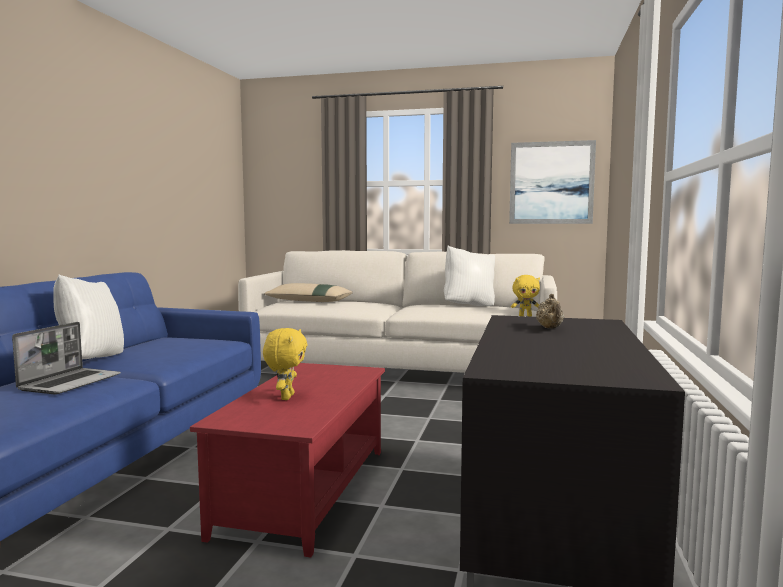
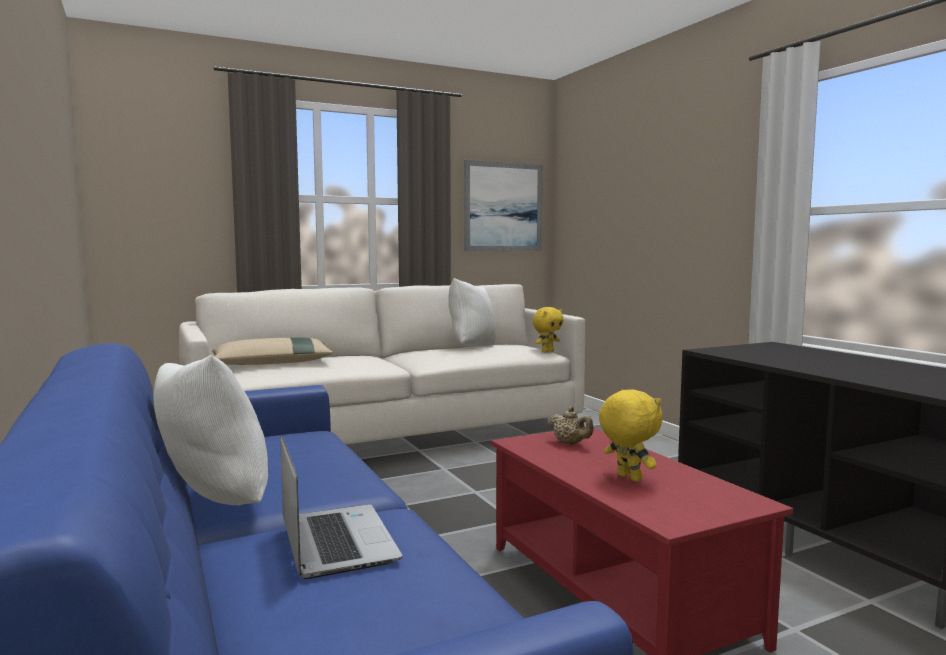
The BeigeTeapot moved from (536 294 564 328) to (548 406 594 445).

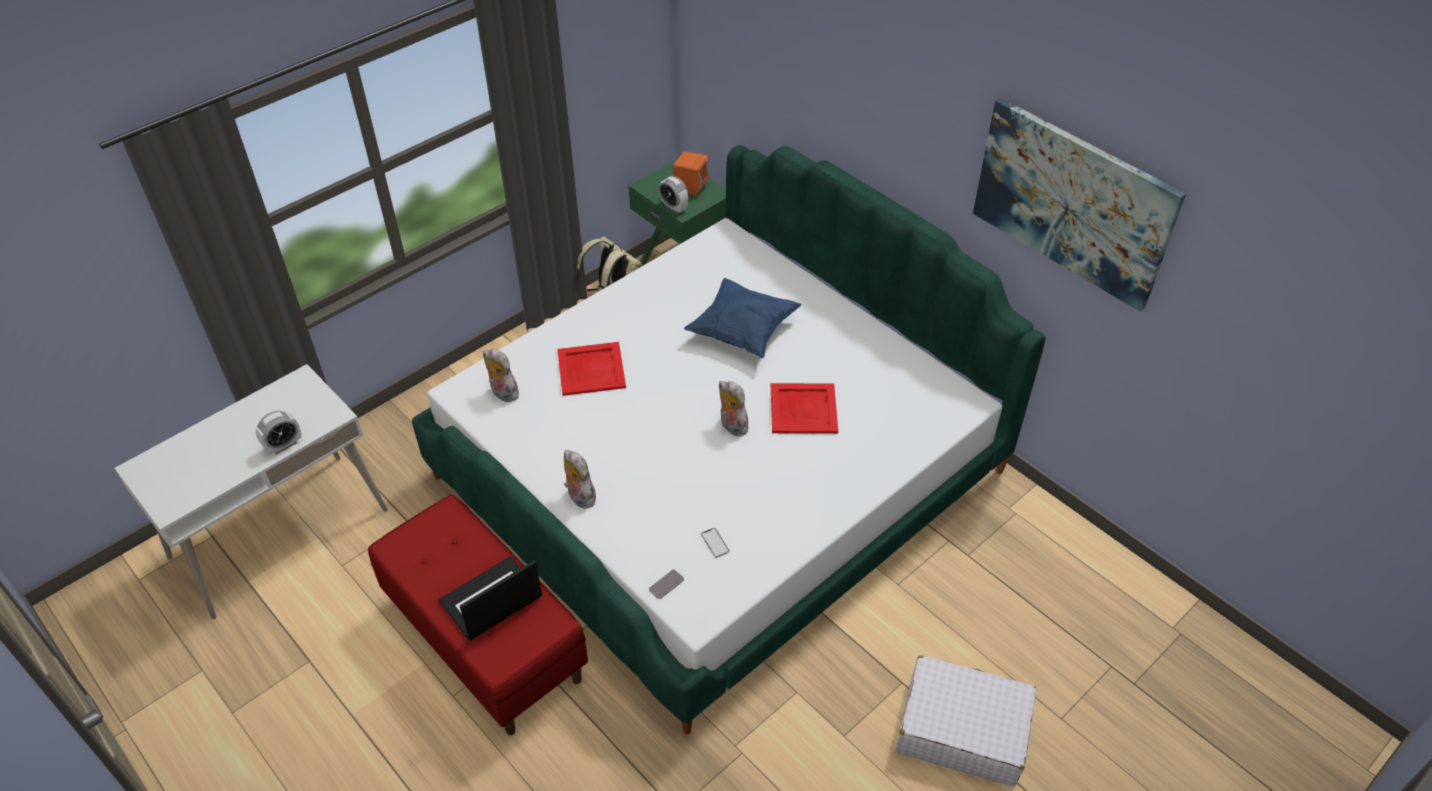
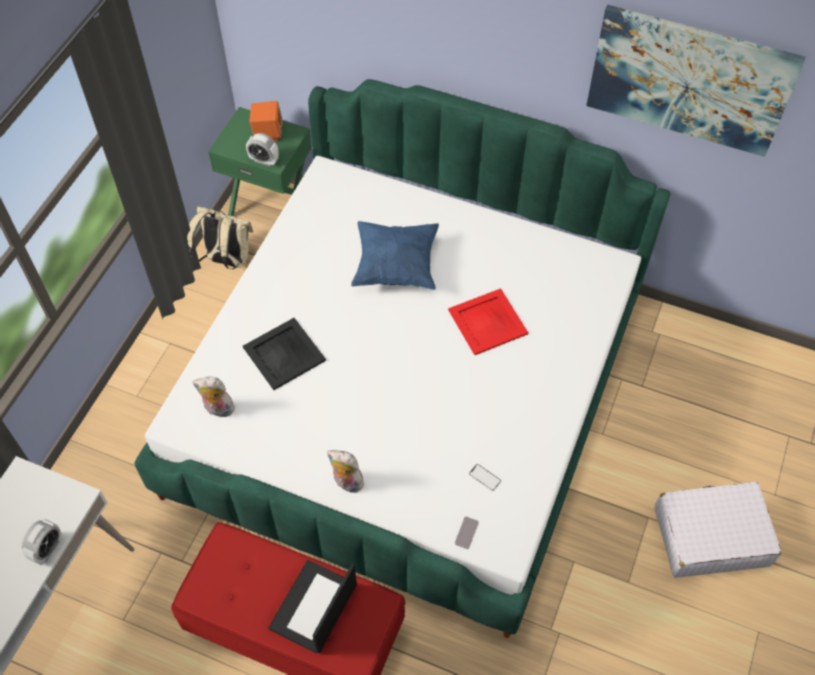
The PlushToy at (719 381 752 436) disappeared.
The RedTray at (557 342 626 396) became the BlackTray at (243 318 326 390).

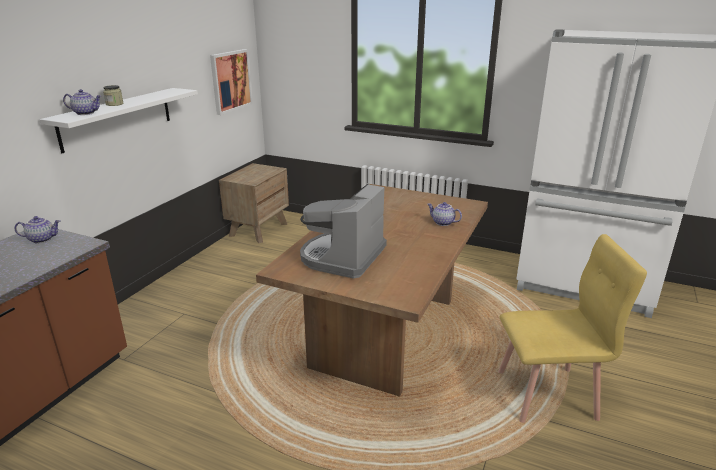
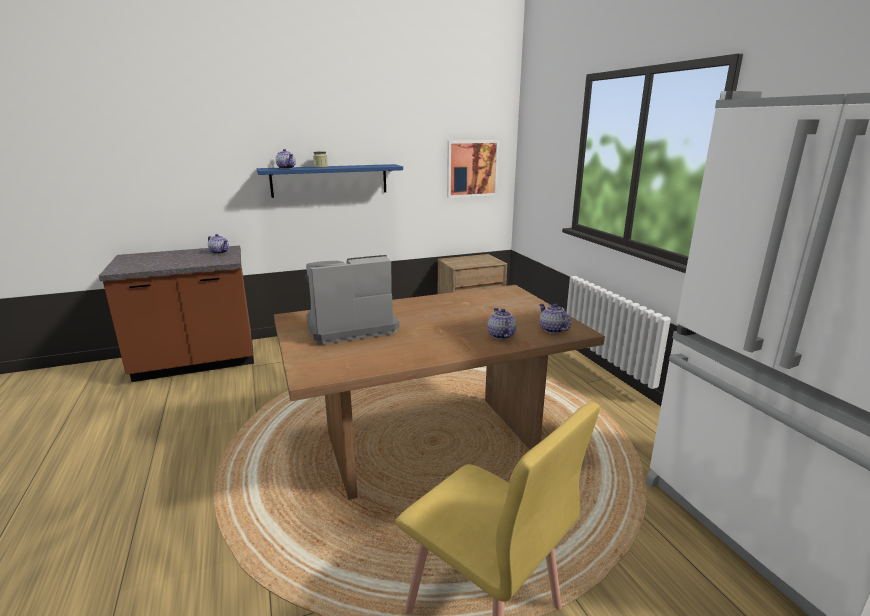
The Teapot at (539 304 571 334) appeared.
The WhiteShelf at (39 88 198 153) became the BlueShelf at (257 164 403 198).

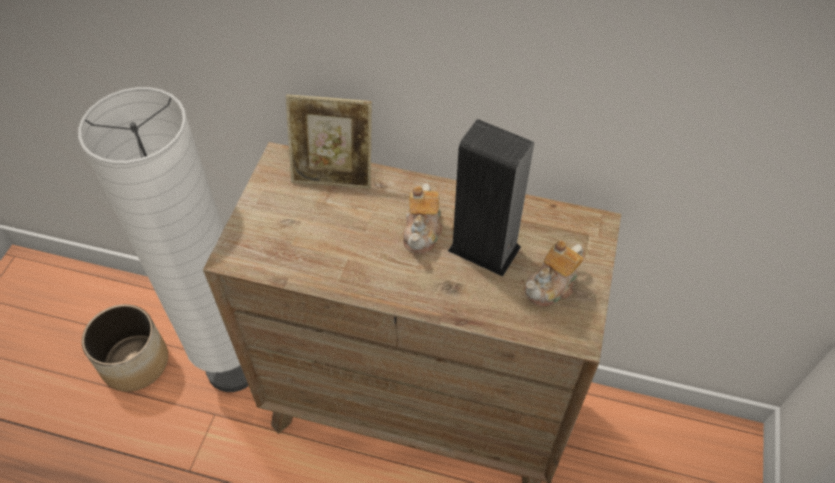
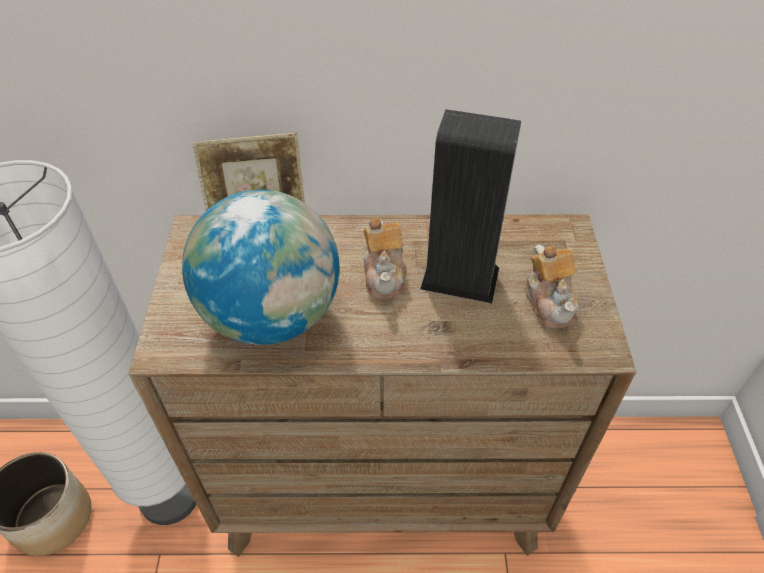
The Globe at (182 190 339 345) appeared.
The Teapot at (524 240 583 307) turned 45 degrees counterclockwise.

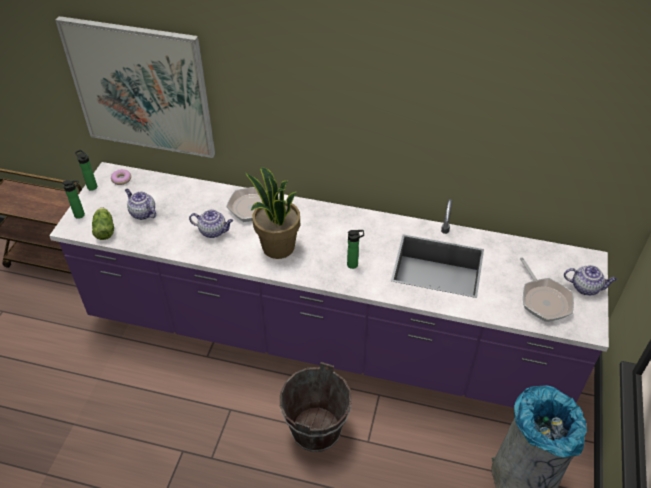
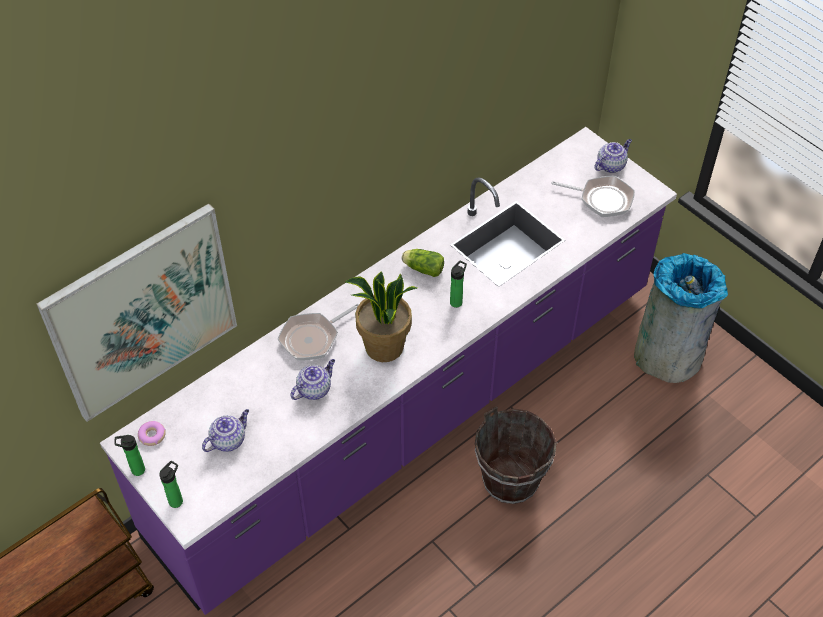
The Lettuce moved from (92 208 114 240) to (401 249 444 277).
The Teapot at (125 189 156 220) turned 150 degrees clockwise.

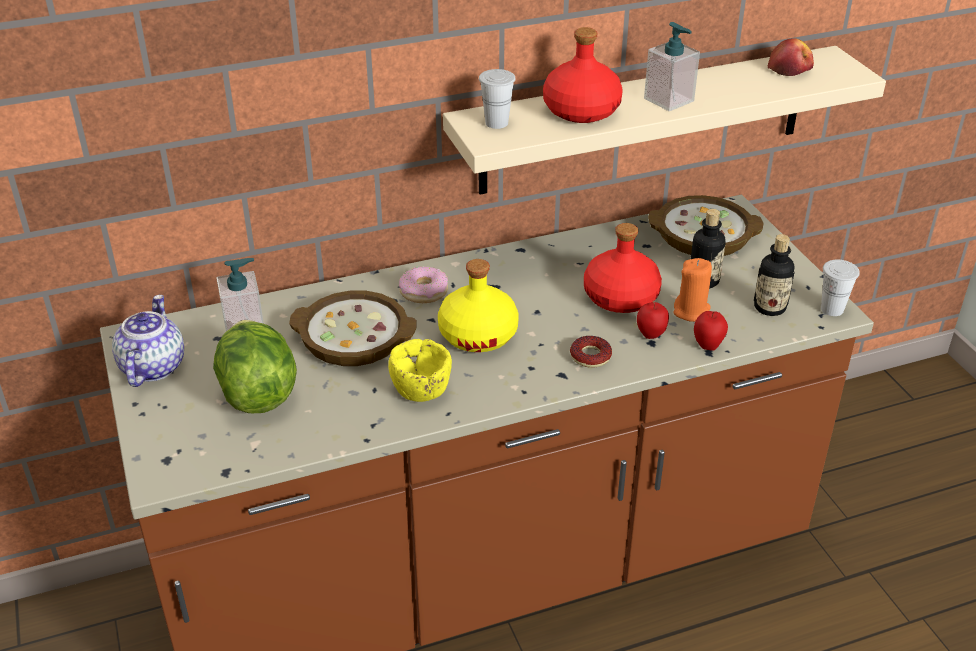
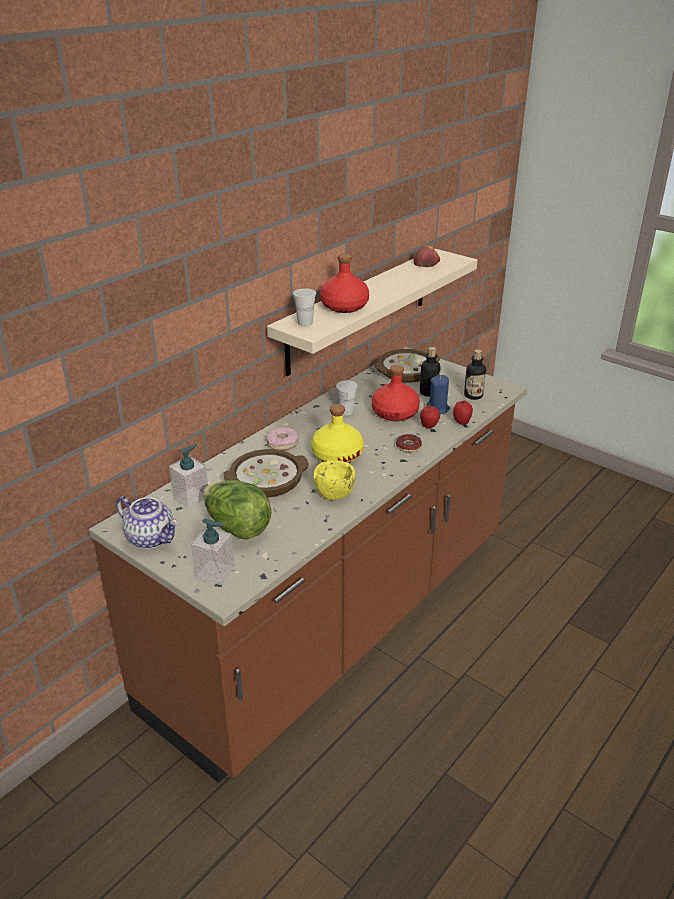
The SoapDispenser moved from (644 22 700 111) to (191 518 235 585).
The WhiteCup moved from (821 259 860 316) to (336 380 358 415).
The OrangeCandle at (673 258 712 322) became the BlueCandle at (426 375 450 414).
The Teapot at (112 295 184 387) turned 150 degrees clockwise.

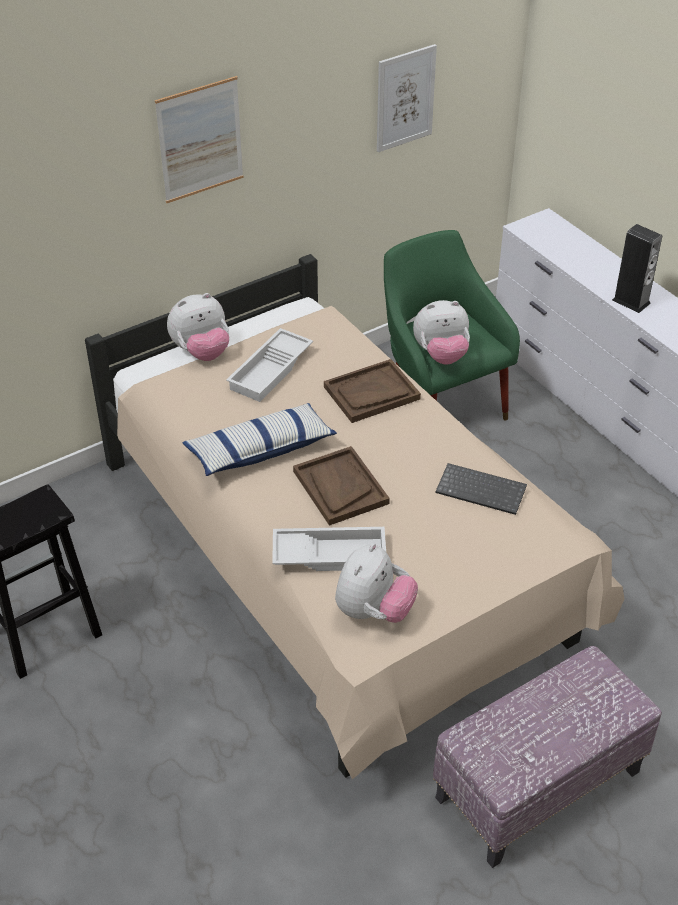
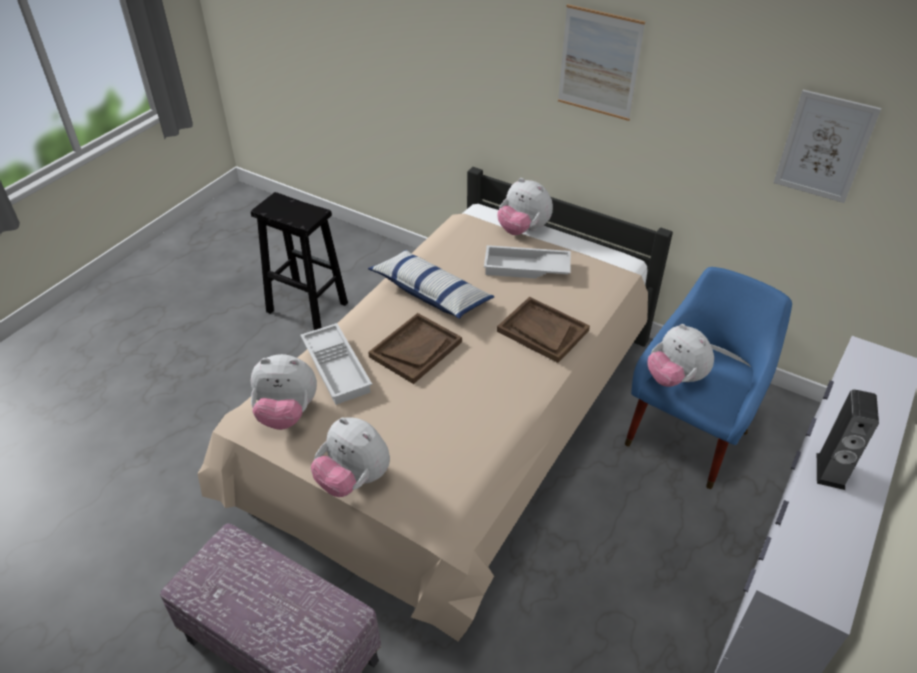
The Keyboard at (436 463 527 515) disappeared.
The PlushToy at (311 417 390 497) appeared.
The GreenArmchair at (384 230 520 420) became the BlueArmchair at (625 267 792 489).

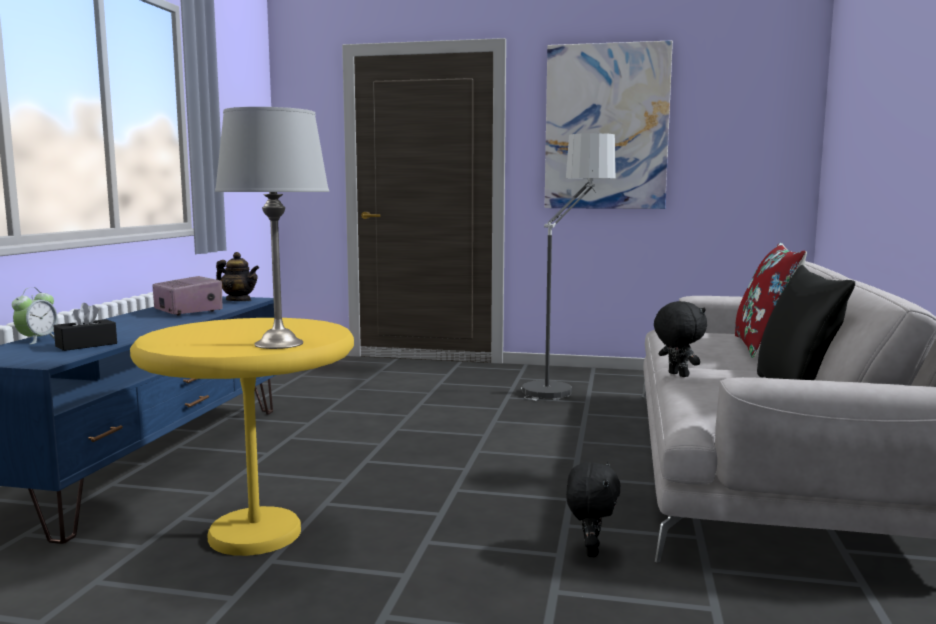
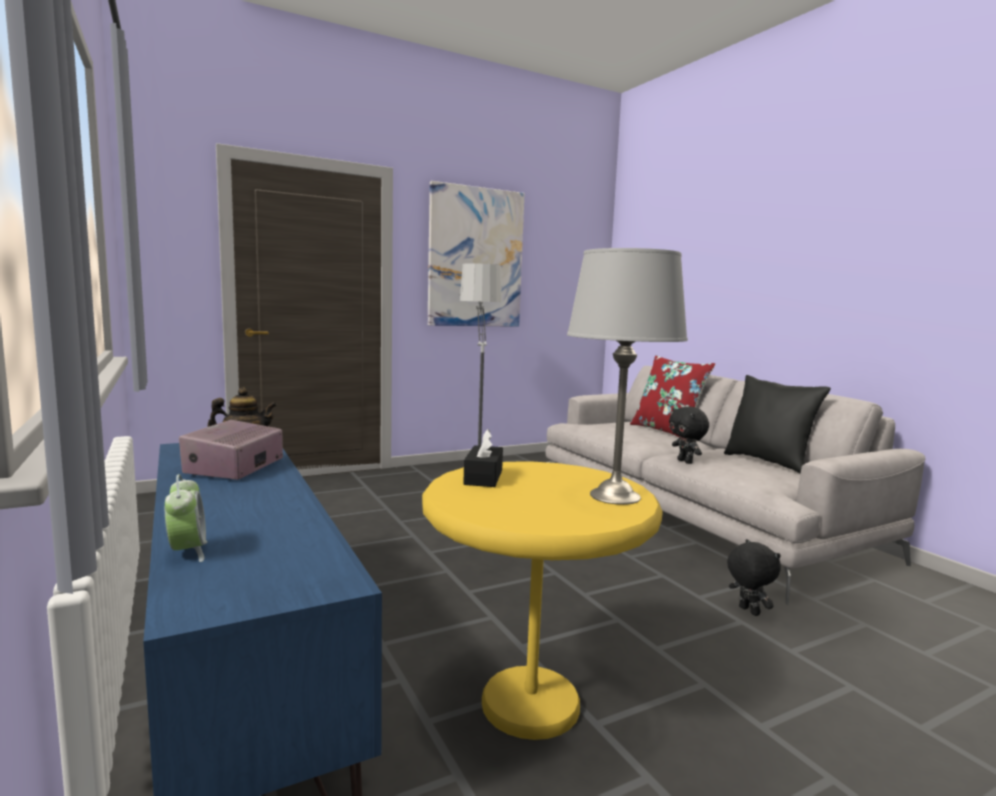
The BlackTissueBox moved from (54 303 117 351) to (463 429 503 487).
The Radio at (152 276 222 316) turned 90 degrees counterclockwise.
The BlackPlushToy at (654 301 707 377) turned 135 degrees counterclockwise.

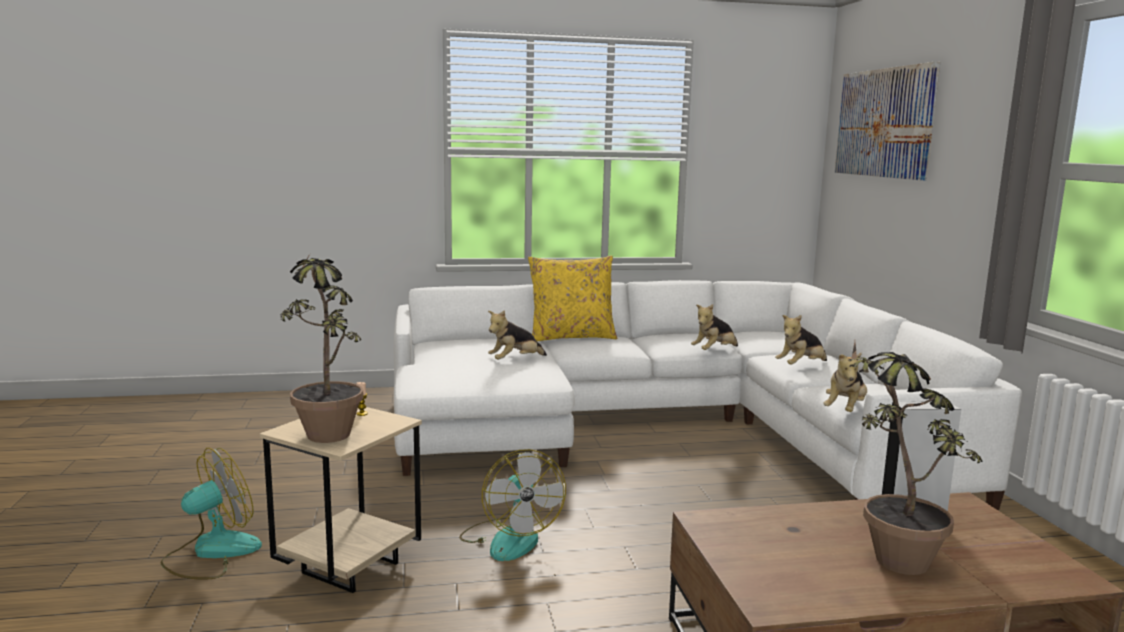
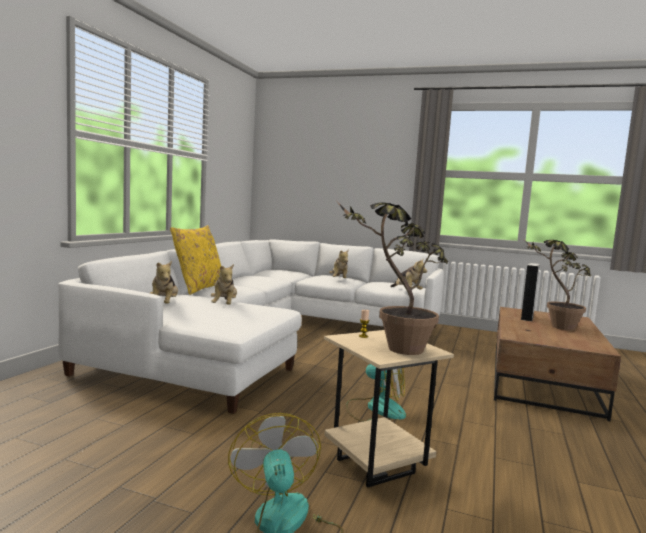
The Picture at (835 61 940 181) disappeared.
The PlushToy moved from (691 304 738 350) to (150 261 178 304).

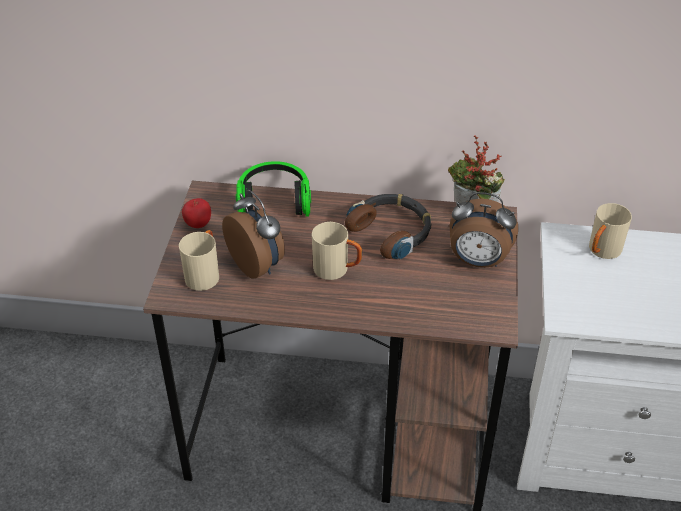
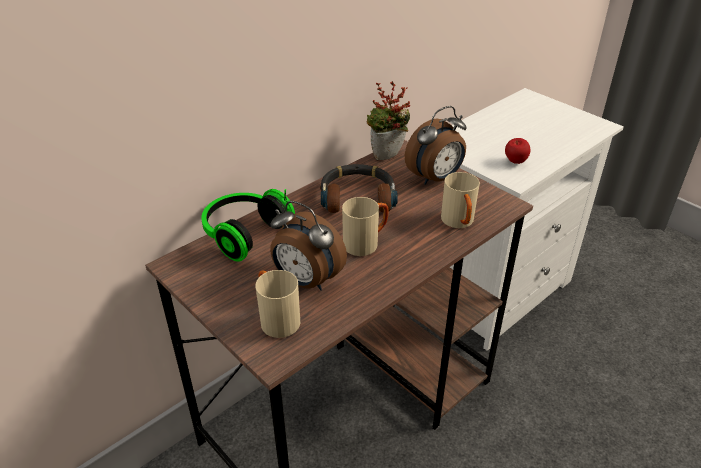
The Apple moved from (182 198 211 228) to (505 138 530 164).
The BeigeMug moved from (589 203 632 259) to (441 172 480 228).
The AlarmClock at (222 190 285 279) turned 150 degrees counterclockwise.

